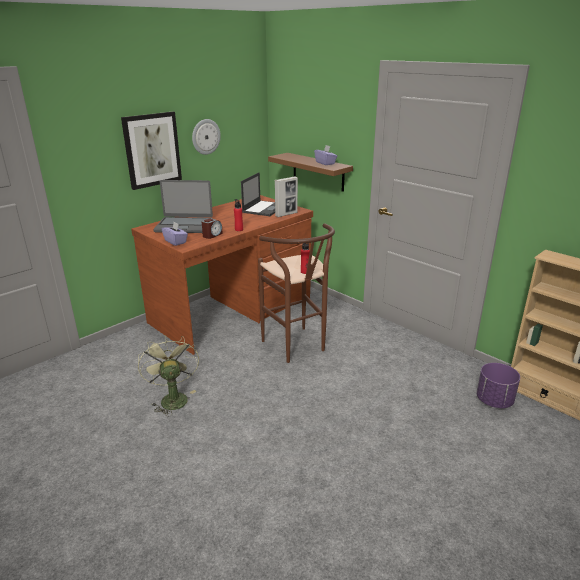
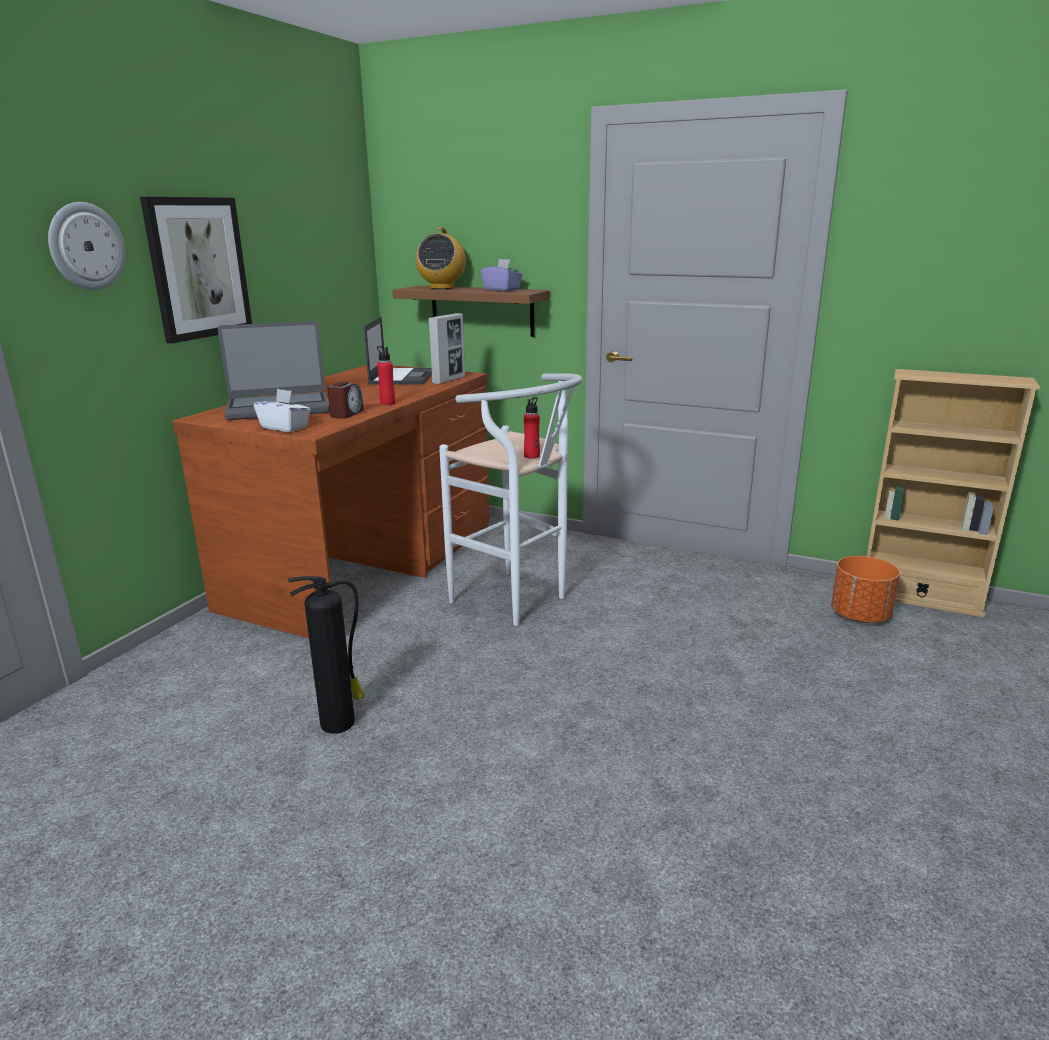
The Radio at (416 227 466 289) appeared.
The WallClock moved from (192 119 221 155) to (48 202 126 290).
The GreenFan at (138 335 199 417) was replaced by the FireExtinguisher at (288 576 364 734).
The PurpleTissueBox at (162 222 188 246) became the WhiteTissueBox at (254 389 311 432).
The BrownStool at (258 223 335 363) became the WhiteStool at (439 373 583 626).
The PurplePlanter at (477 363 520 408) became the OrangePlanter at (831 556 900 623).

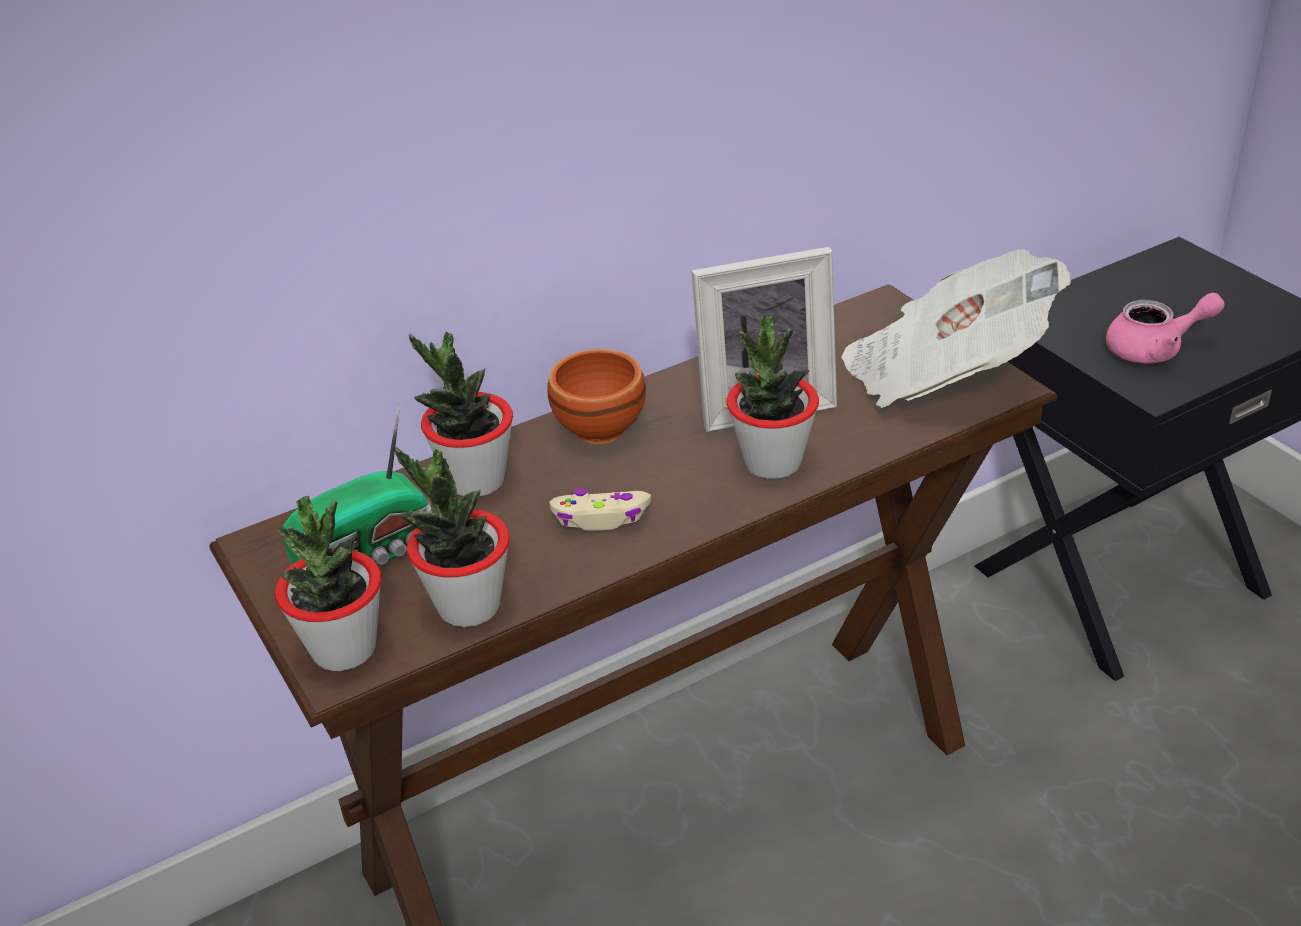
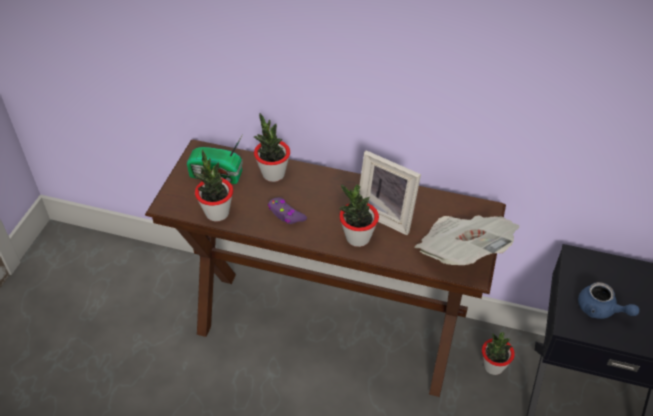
The BrownBowl at (548 349 646 444) disappeared.
The PottedPlant moved from (275 496 382 671) to (482 332 515 375).
The BeigeGameController at (549 489 651 531) became the PurpleGameController at (268 197 307 224).
The PinkTeapot at (1106 292 1225 363) became the BlueTeapot at (578 282 639 319).

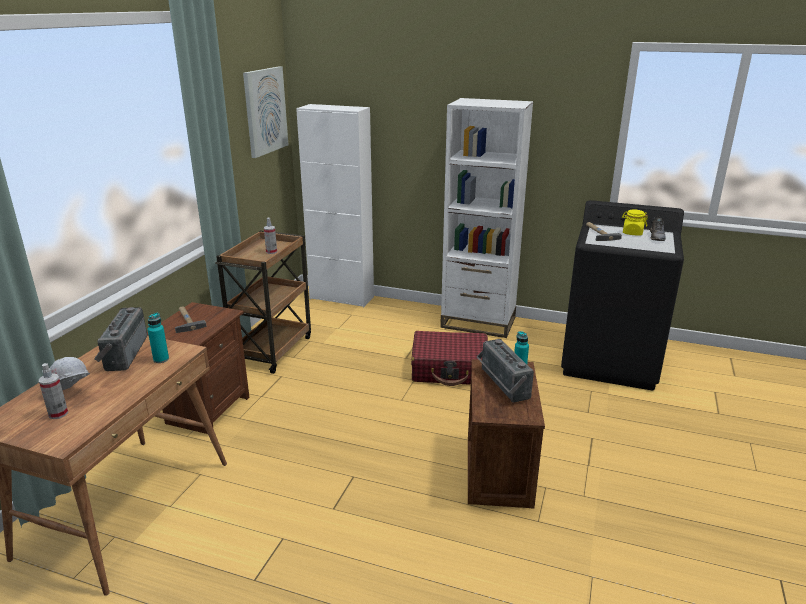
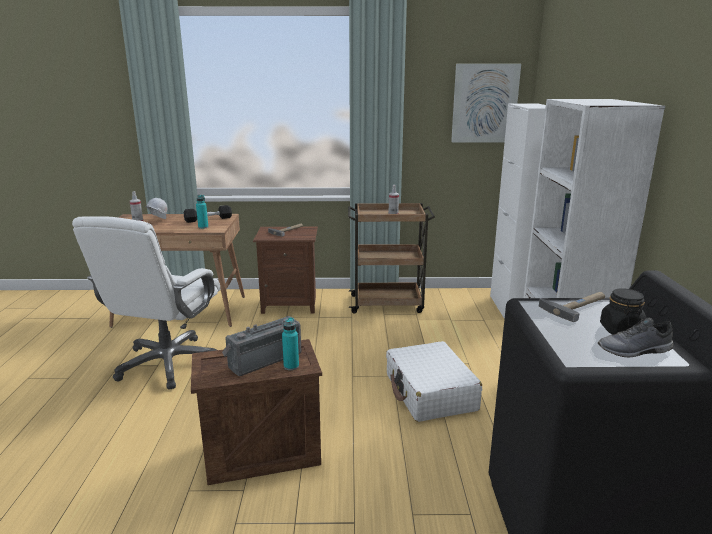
The WhiteOfficeChair at (72 217 220 390) appeared.
The Radio at (94 307 147 371) was replaced by the BlackDumbbell at (184 205 232 223).
The RedSuitcase at (411 331 488 386) became the WhiteSuitcase at (386 341 482 422).
The YellowJar at (622 209 648 236) became the BlackJar at (600 288 646 335).

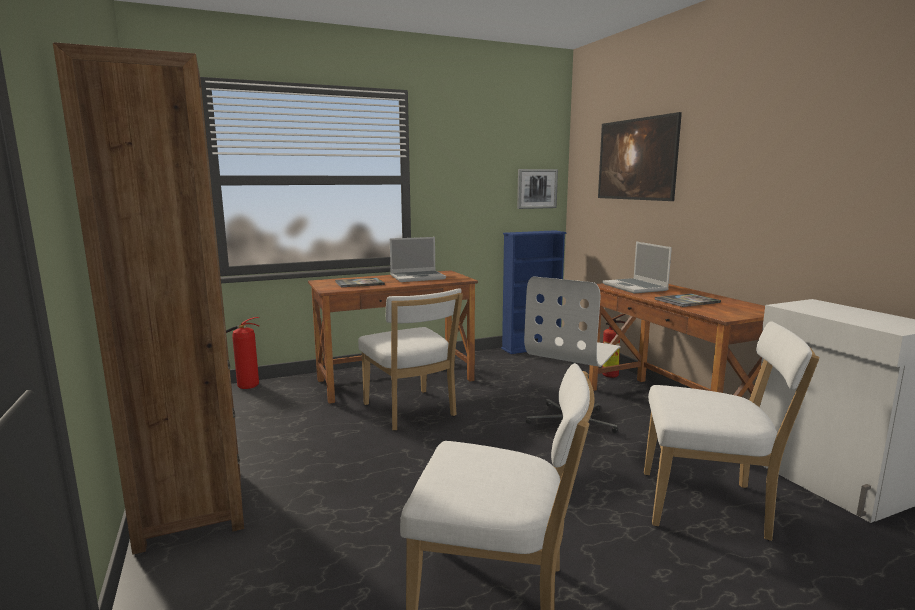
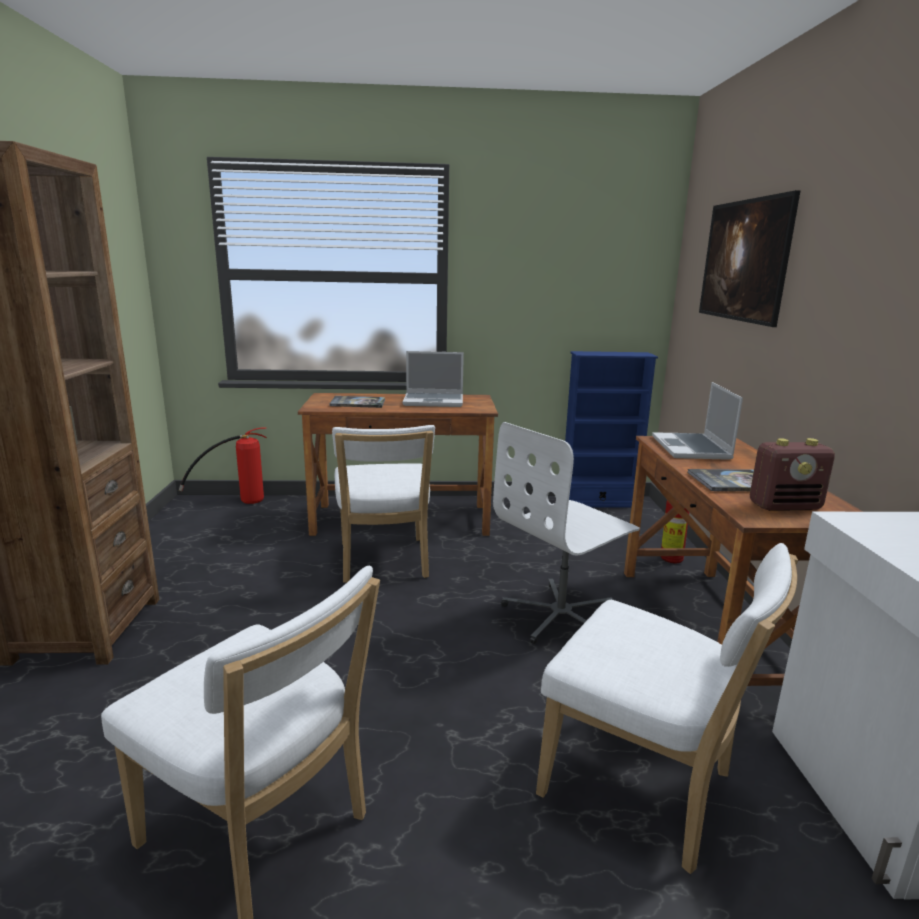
The Picture at (517 169 558 209) disappeared.
The Radio at (750 438 835 511) appeared.

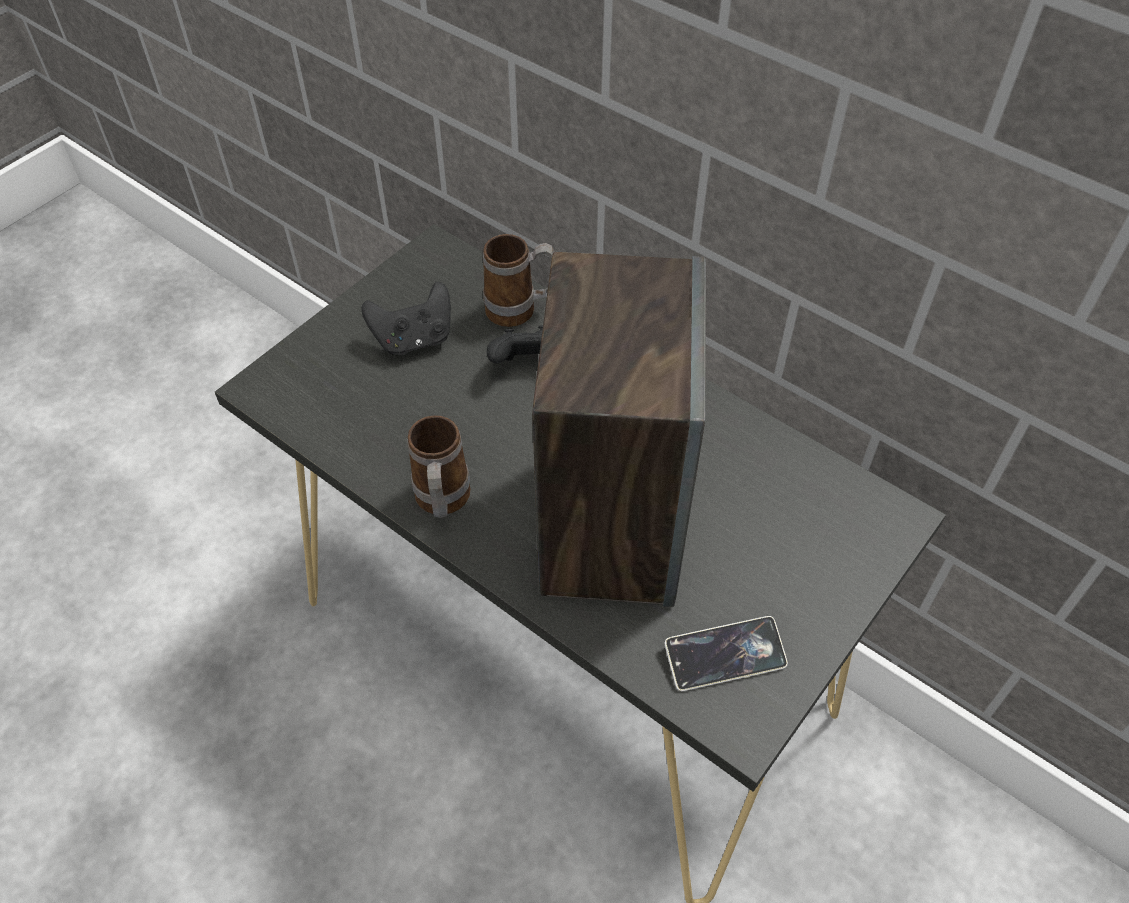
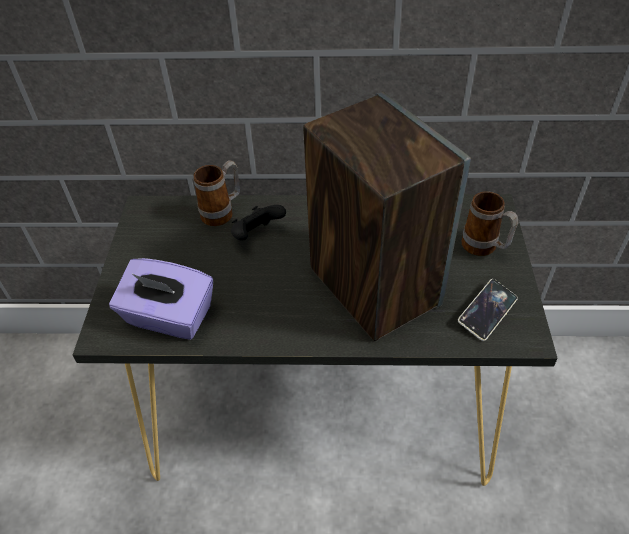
The BlackGameController at (361 282 451 355) disappeared.
The PurpleTissueBox at (109 258 213 340) appeared.
The Mug moved from (407 415 471 518) to (461 191 519 256).

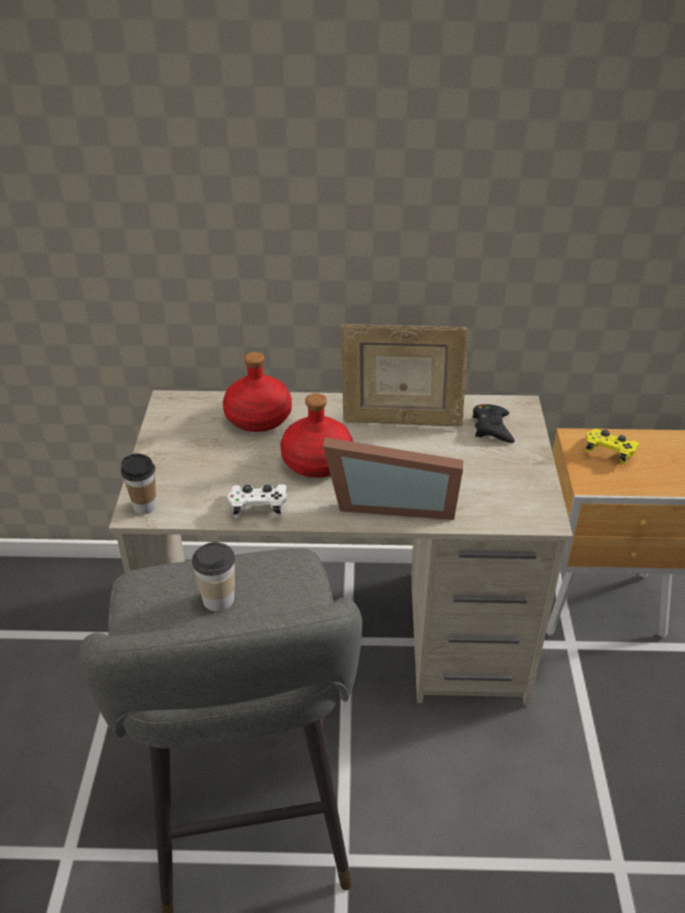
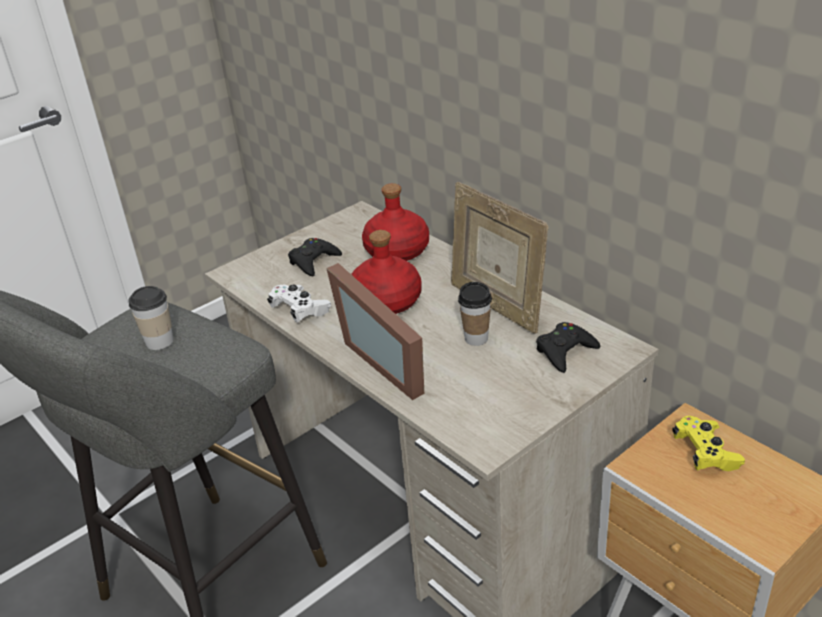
The BlackGameController at (288 238 342 276) appeared.
The Cup moved from (121 453 157 514) to (458 282 492 346).

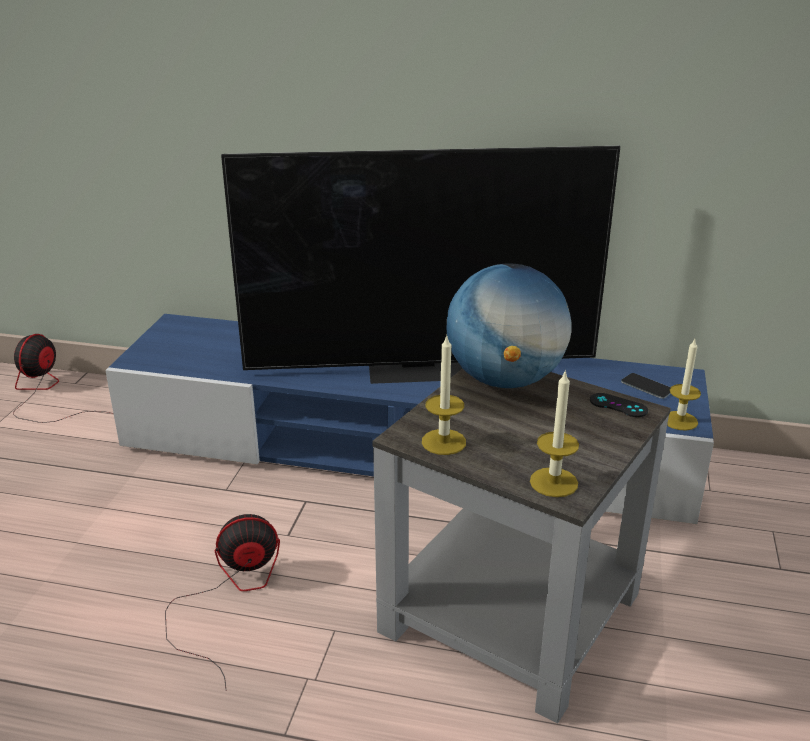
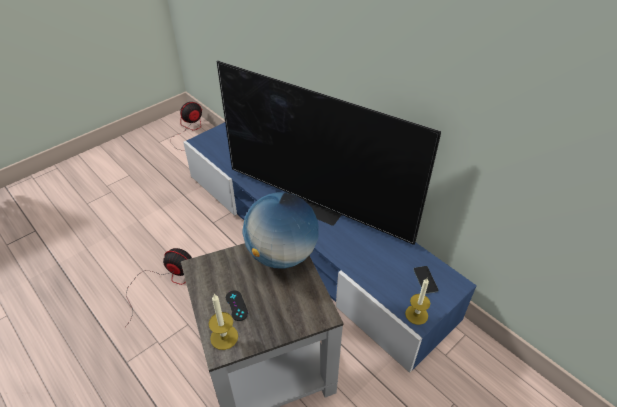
The Candle at (422 335 466 455) disappeared.
The BlackGameController moved from (590 393 648 417) to (226 291 248 321).

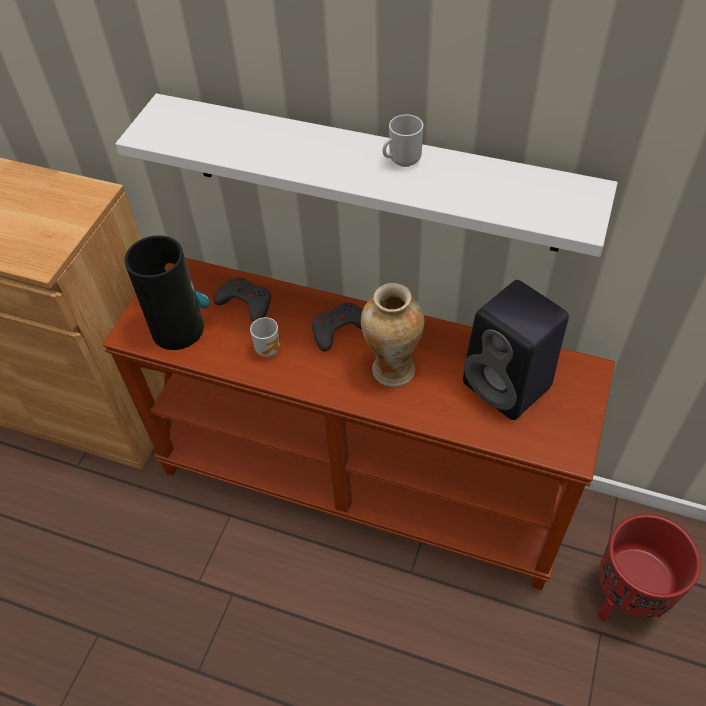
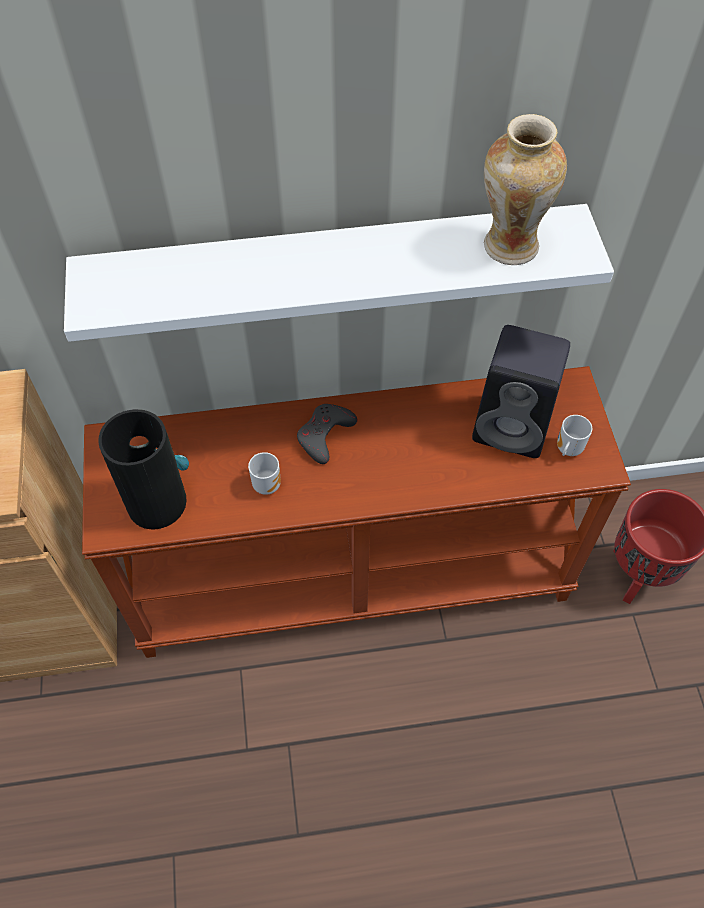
The GreyGameController at (213 277 271 322) disappeared.
The Vase moved from (361 283 424 387) to (484 114 567 265).
The Mug moved from (383 114 423 167) to (557 415 592 456).

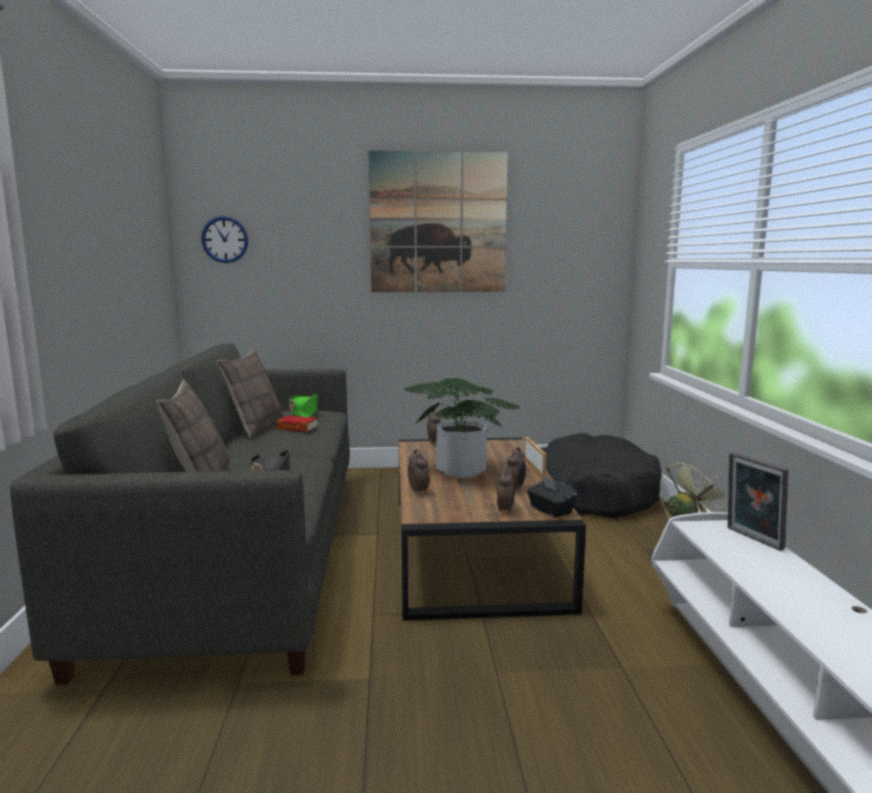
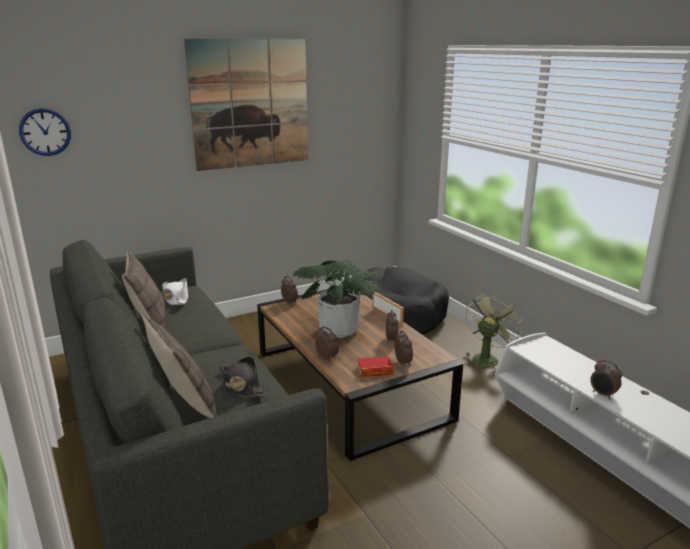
The BlackTissueBox at (527 475 577 518) disappeared.
The PictureFrame at (727 452 788 551) disappeared.
The AlarmClock at (590 360 623 399) appeared.
The Book moved from (276 416 318 432) to (357 356 394 377).
The GreenHat at (289 393 317 417) became the WhiteHat at (162 278 188 305).

